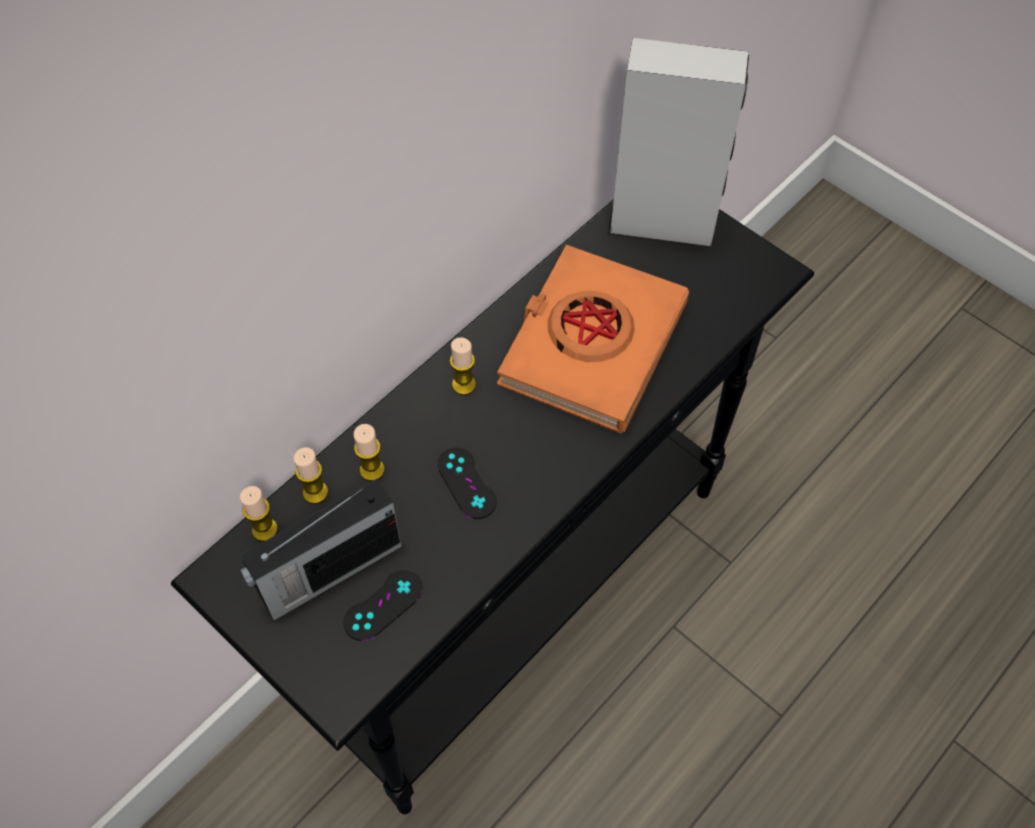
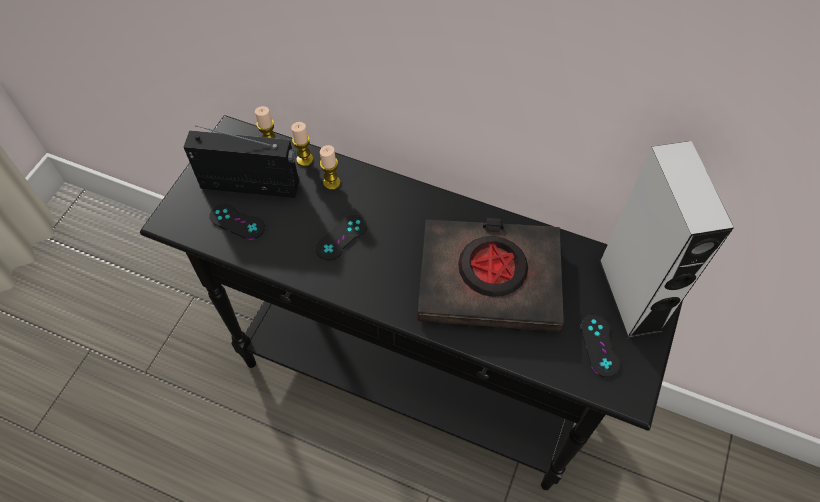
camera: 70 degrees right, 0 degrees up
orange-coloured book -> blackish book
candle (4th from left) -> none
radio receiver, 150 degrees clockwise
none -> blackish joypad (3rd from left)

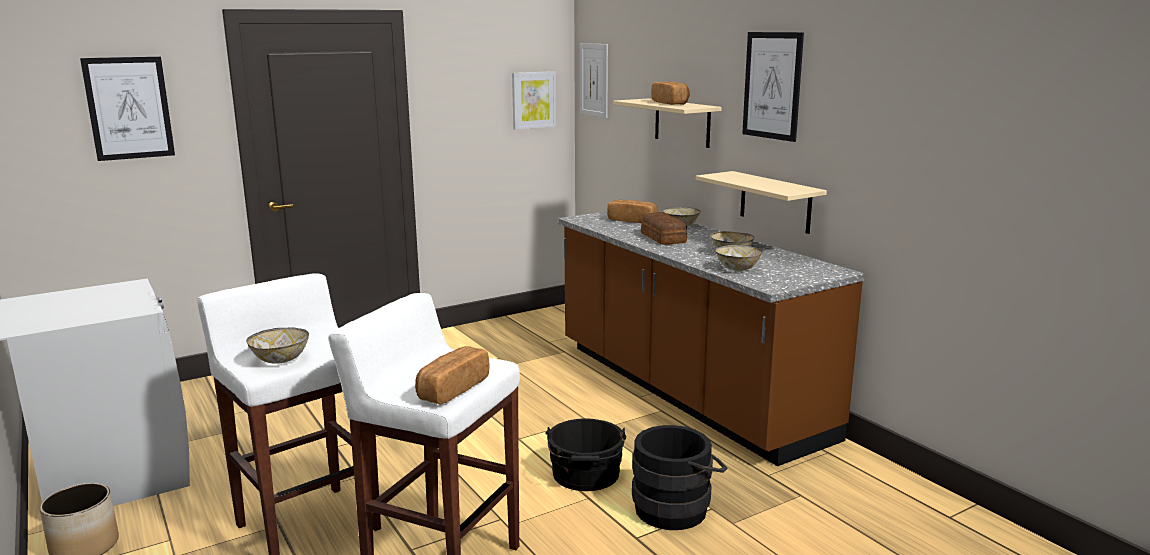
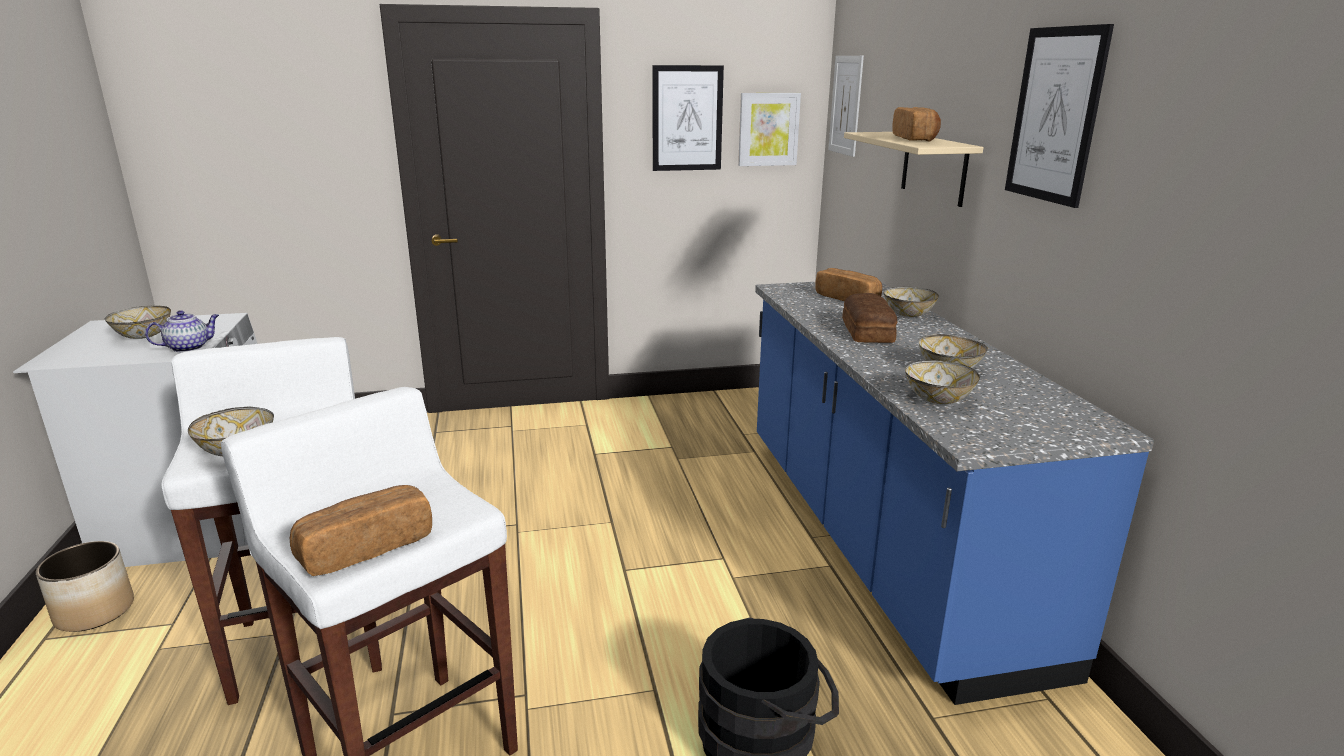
camera: 20 degrees right, 5 degrees up
wall art (1st from left), move
beige-coloured wall shelf (2nd from left) -> none
brownish counter -> blue counter
blackish bucket (1st from left) -> none
none -> deep dish (1st from left)
none -> tea pot

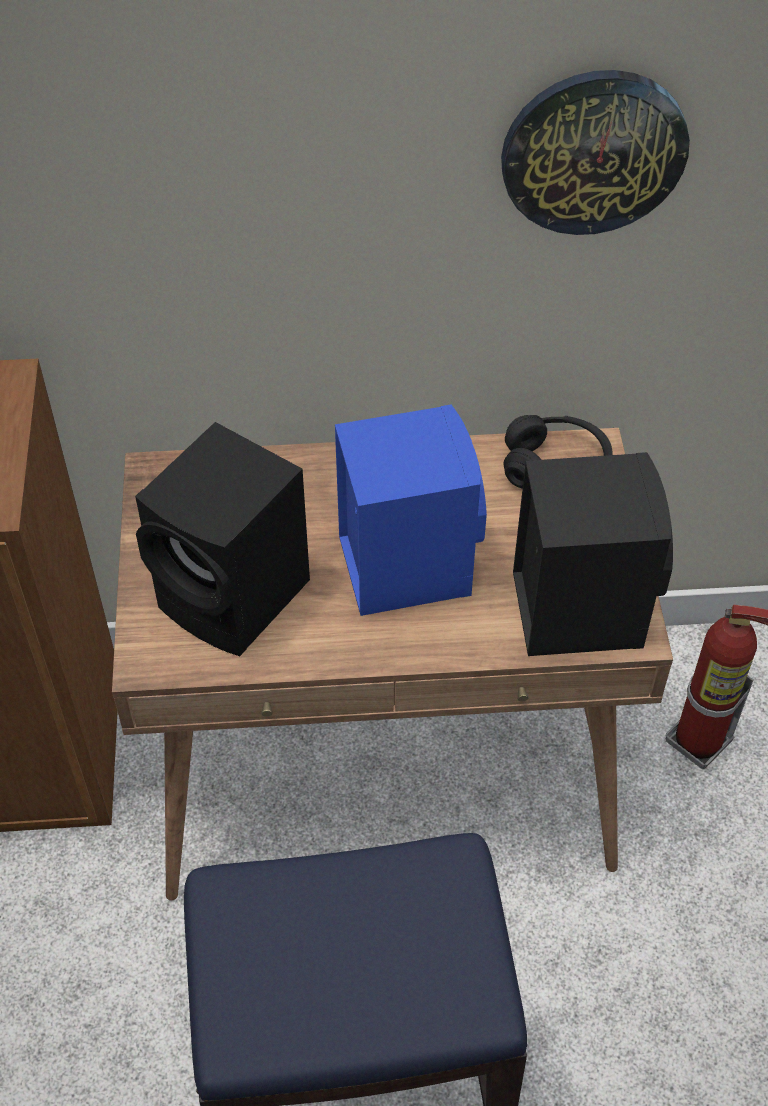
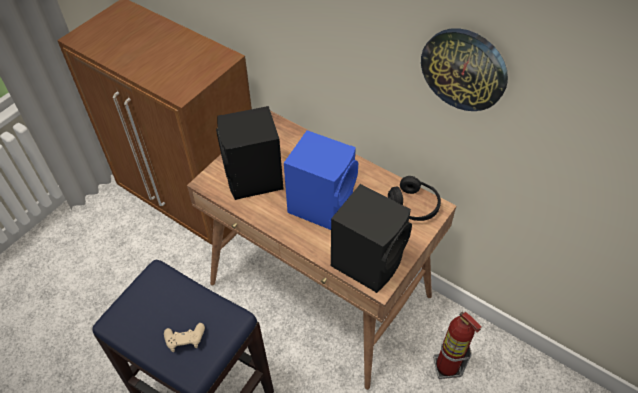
camera: 40 degrees right, 0 degrees up
none -> beige-coloured joypad

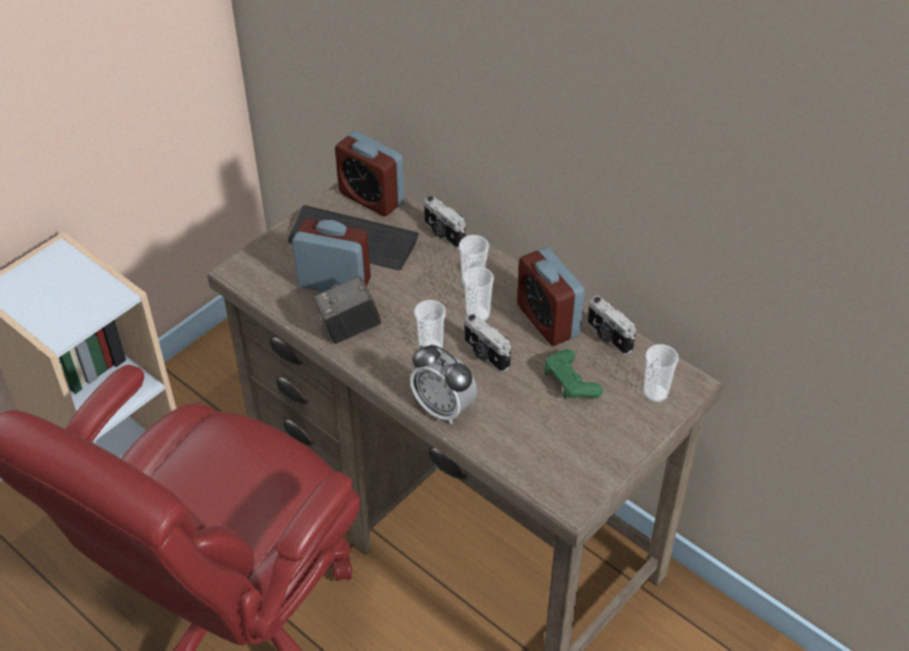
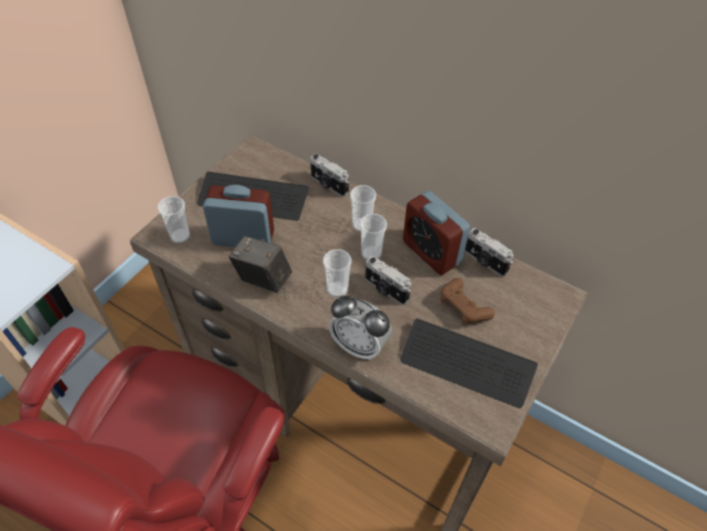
camera: 10 degrees left, 5 degrees up
bedside clock (2nd from left) -> none
still camera (1st from left), 60 degrees clockwise
cup (4th from left in the first image) -> cup (1st from left), move
greenish joypad -> brownish joypad
none -> keyboard (2nd from left)

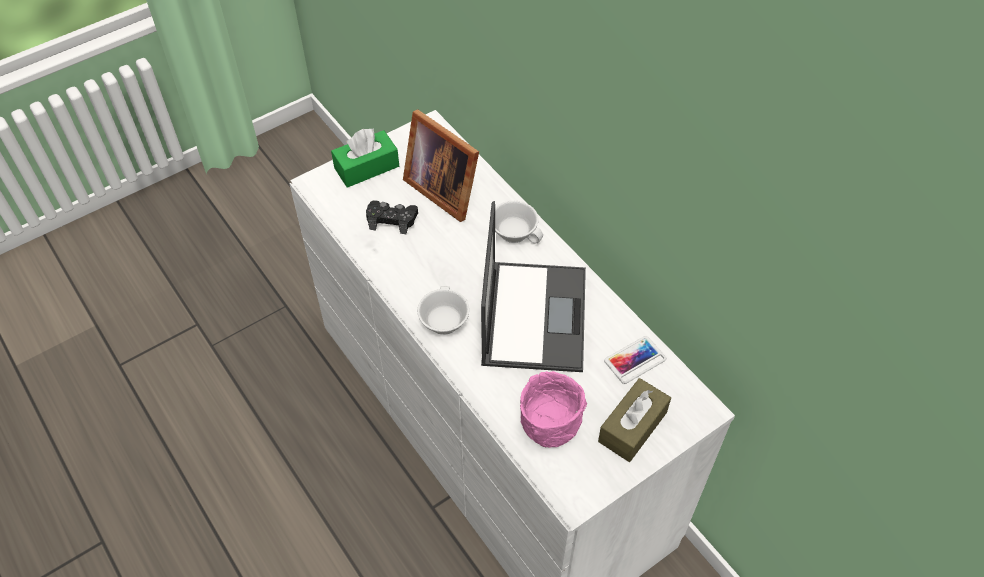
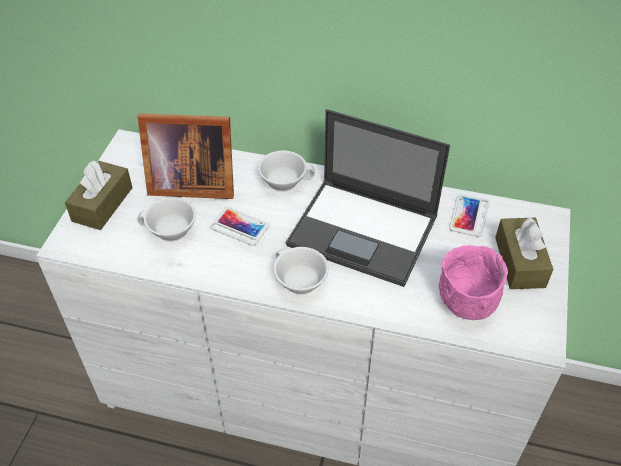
camera: 40 degrees left, 5 degrees down
greenish tissue holder -> brownish tissue holder (1st from left)
blackish joypad -> whitish cup (1st from left)
laptop, 150 degrees clockwise
none -> telephone (1st from left)

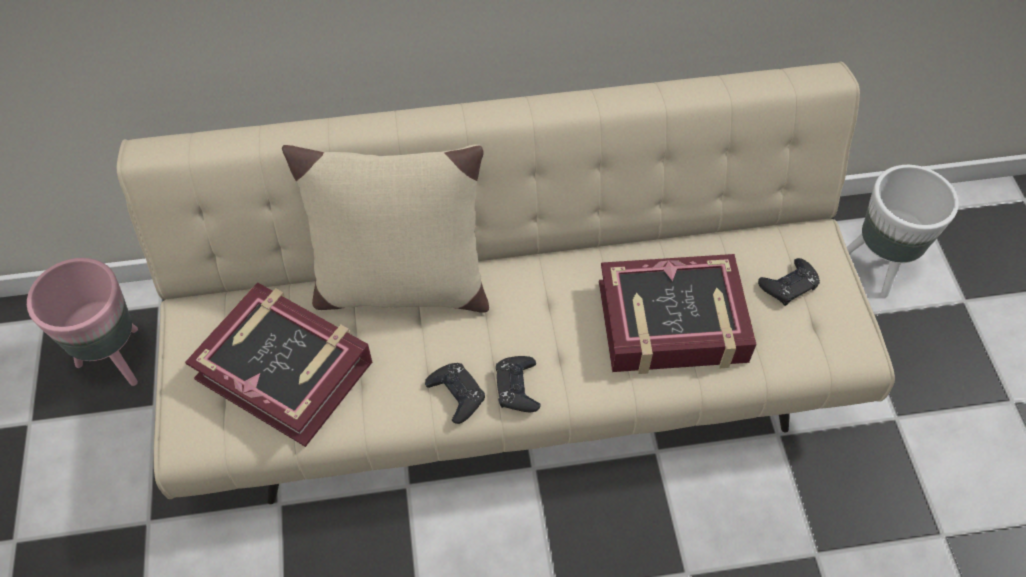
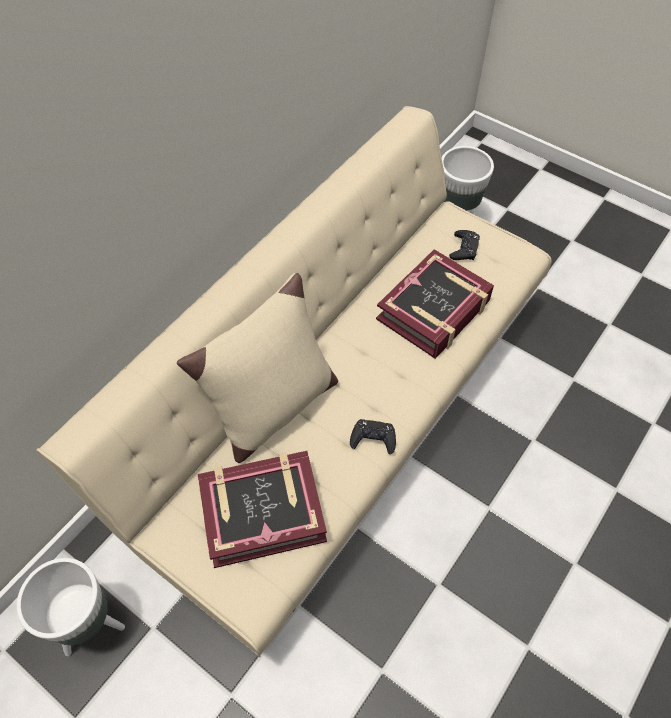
camera: 45 degrees left, 0 degrees up
pink planter -> whitish planter (1st from left)
blackish joypad (2nd from left) -> none

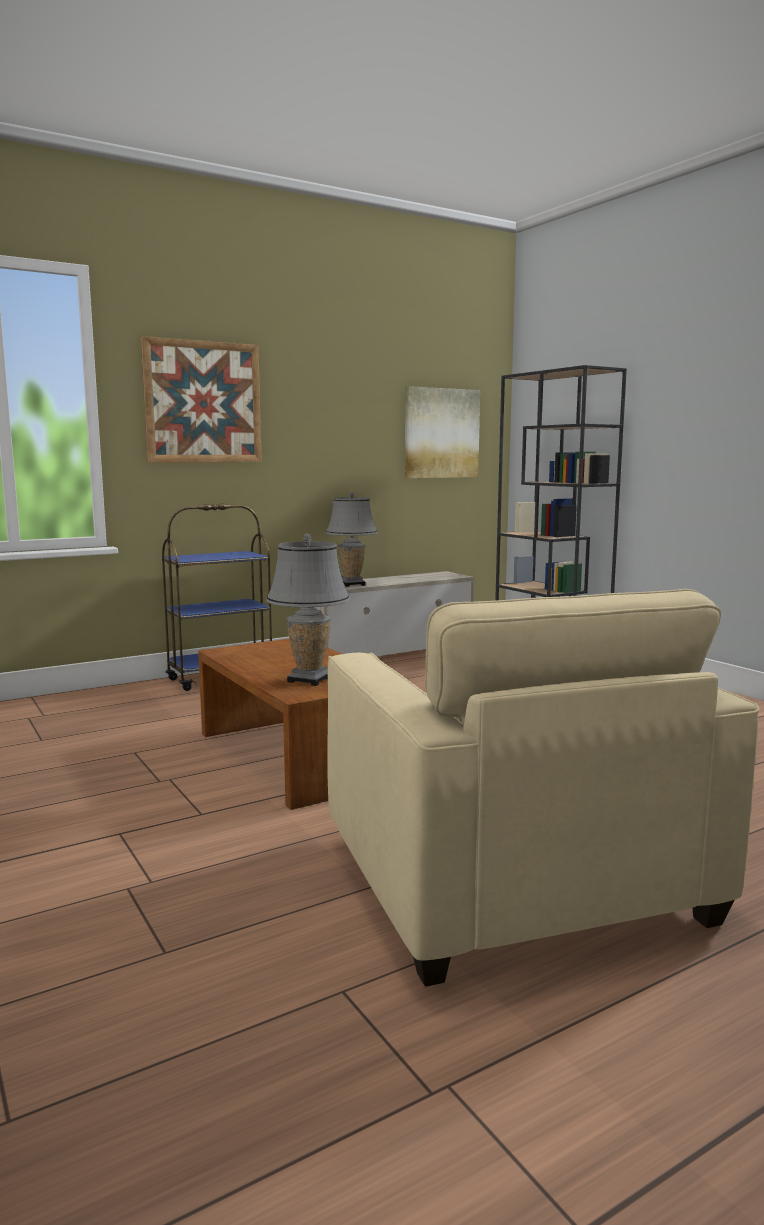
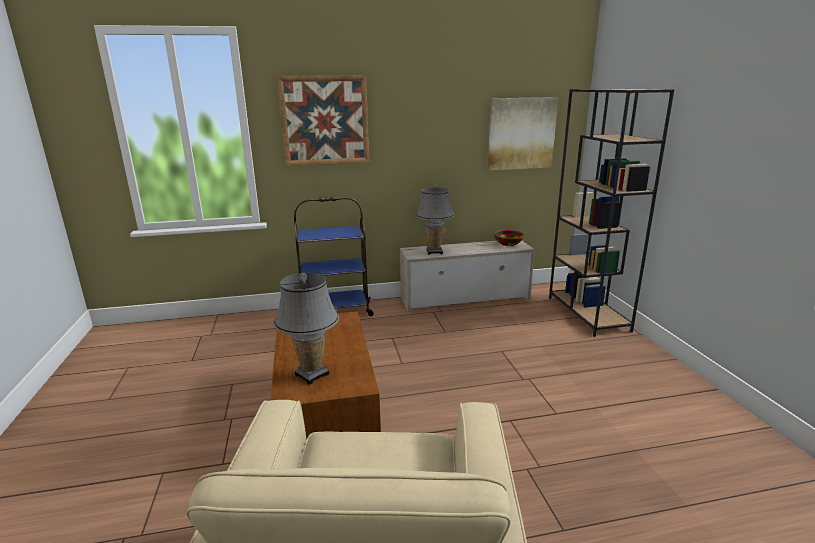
camera: 20 degrees right, 10 degrees up
none -> deep dish

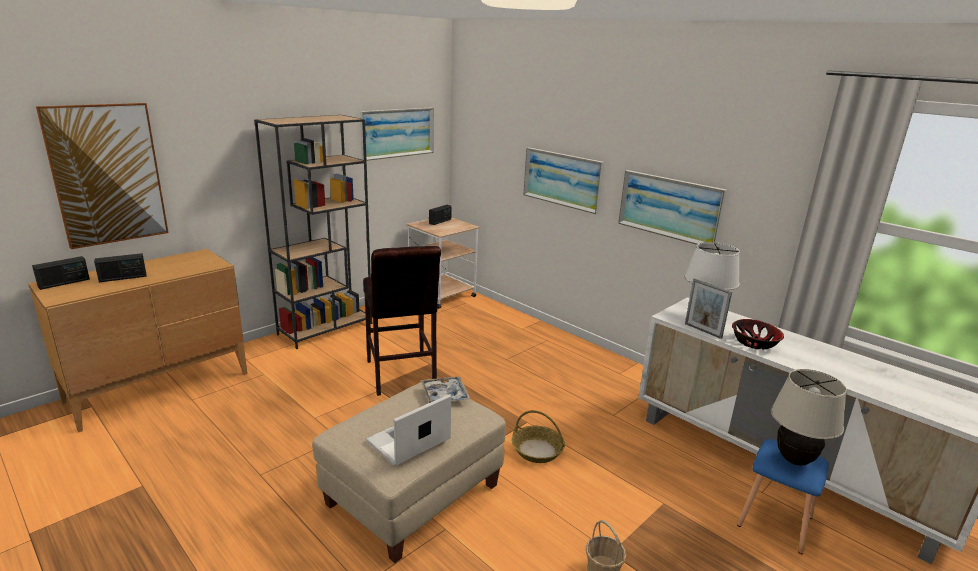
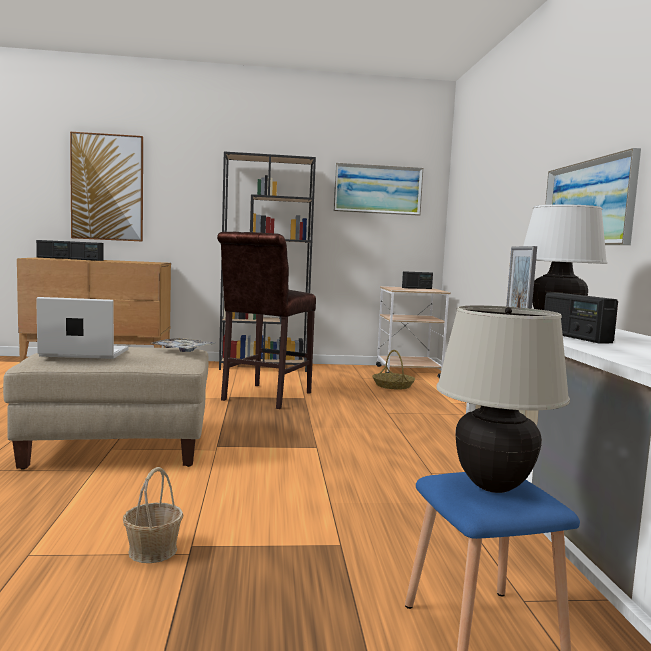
camera: 40 degrees right, 15 degrees down
wall art (3rd from left) -> none
deep dish -> radio receiver (4th from left)
household basket (1st from left in the first image) -> household basket (2nd from left), move

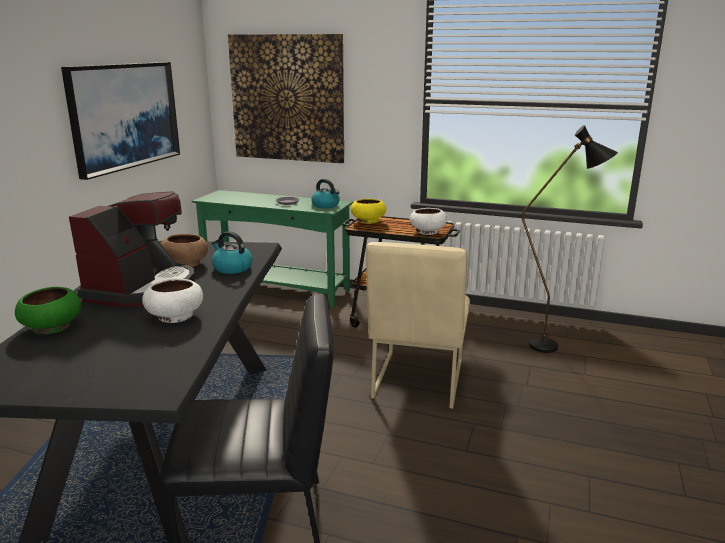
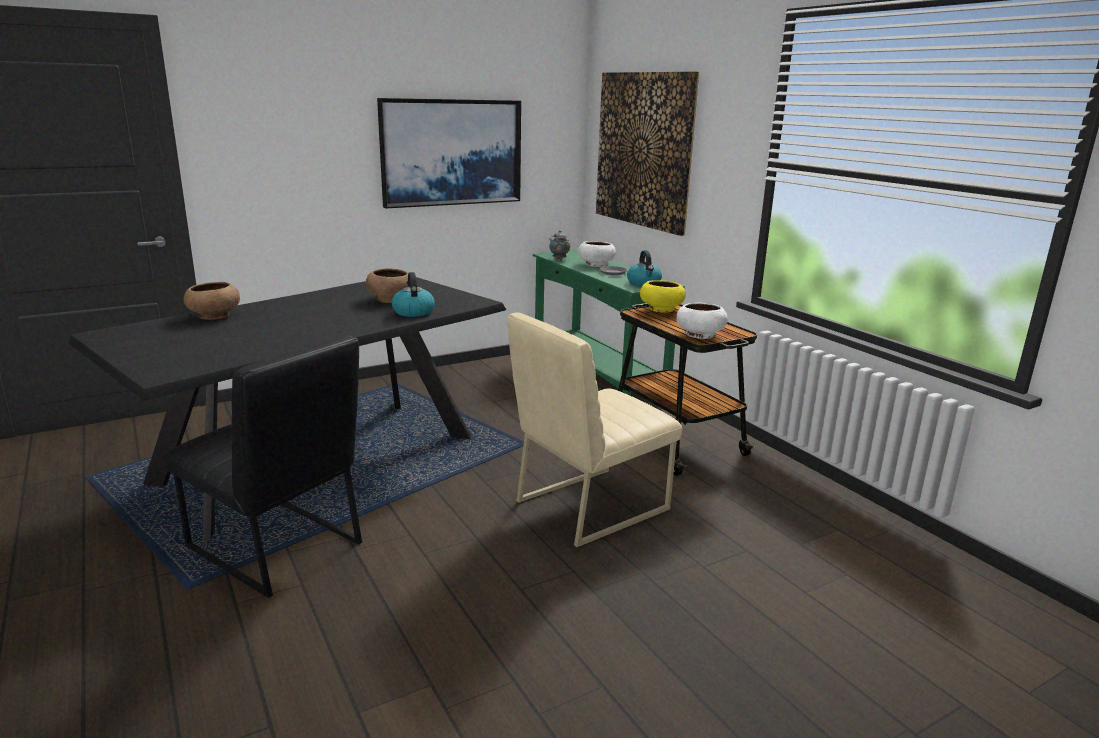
camera: 40 degrees right, 0 degrees up
blackish standard lamp -> none
coffee maker -> none
whitish deep dish (1st from left), move
greenish deep dish -> brownish deep dish (1st from left)
none -> tea pot

